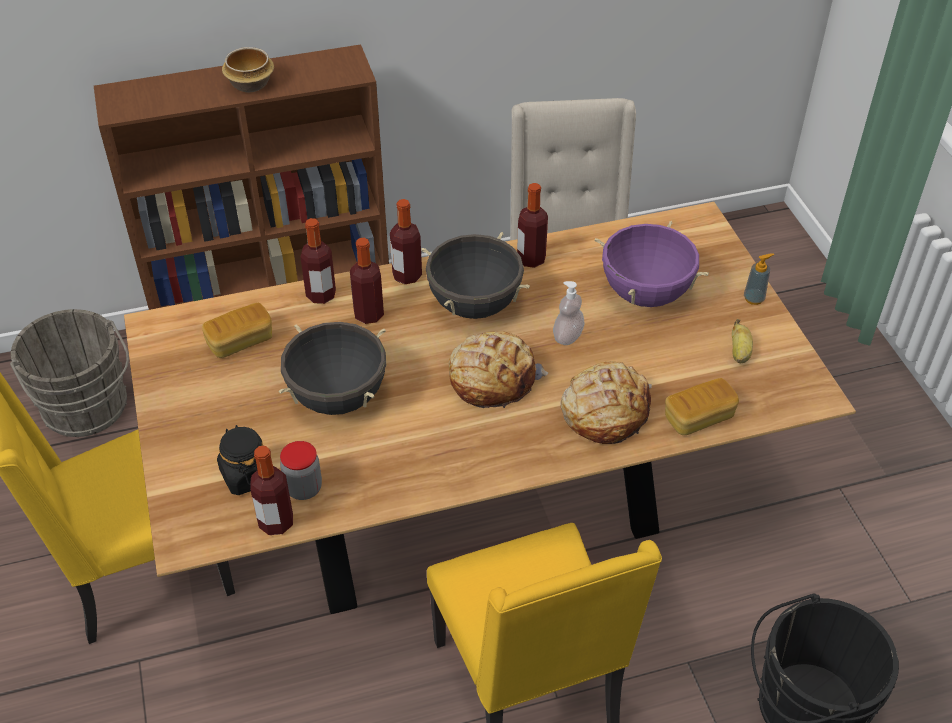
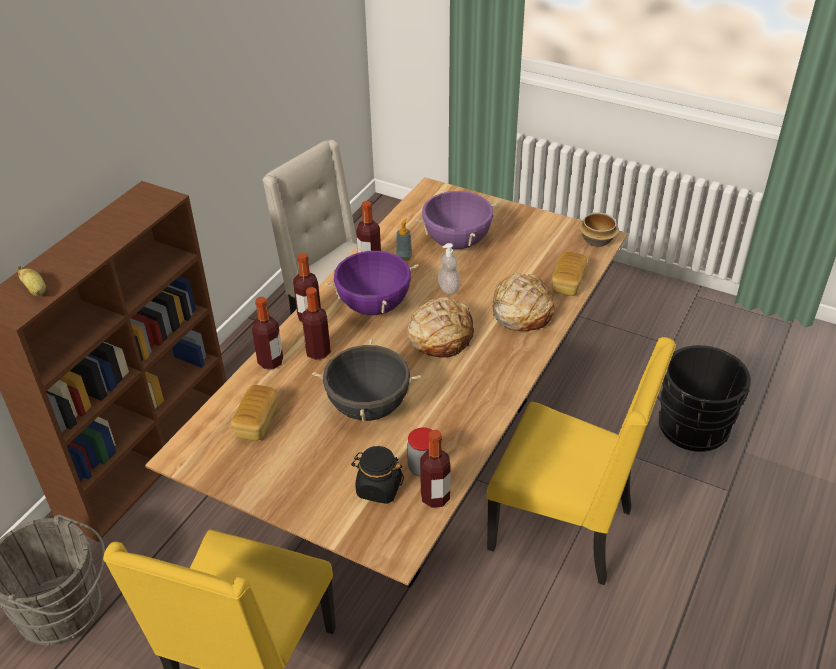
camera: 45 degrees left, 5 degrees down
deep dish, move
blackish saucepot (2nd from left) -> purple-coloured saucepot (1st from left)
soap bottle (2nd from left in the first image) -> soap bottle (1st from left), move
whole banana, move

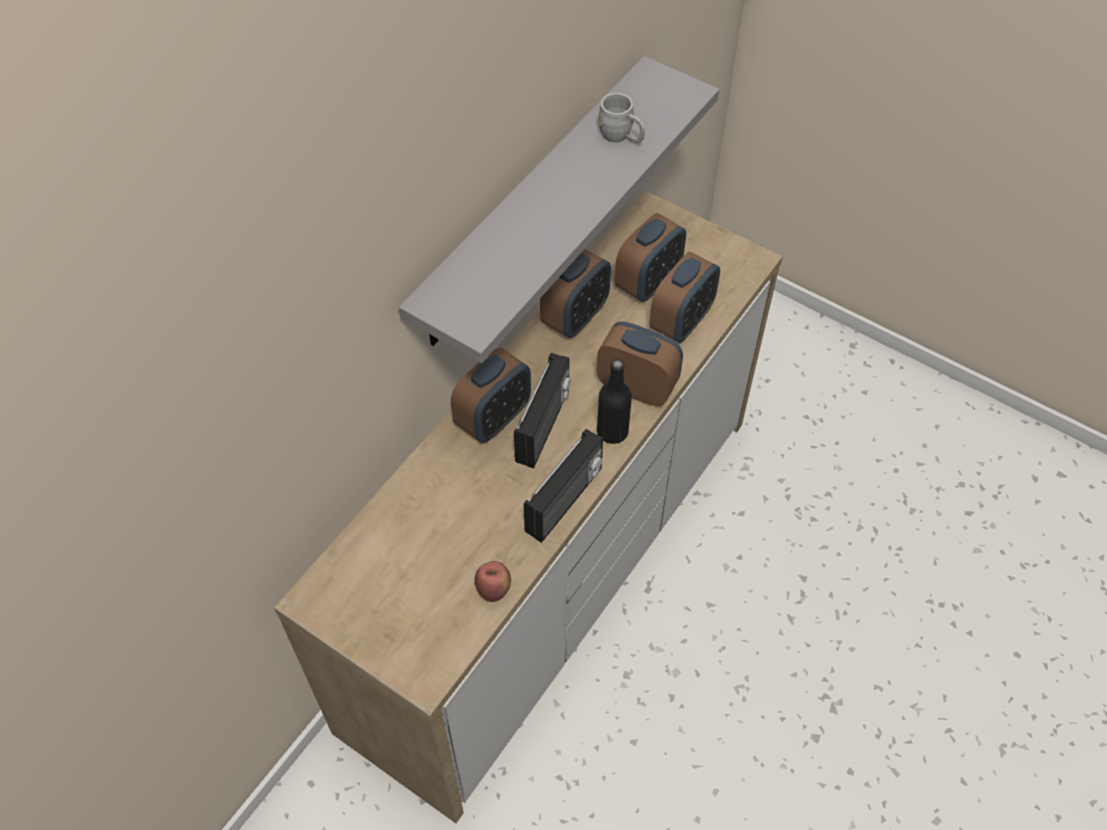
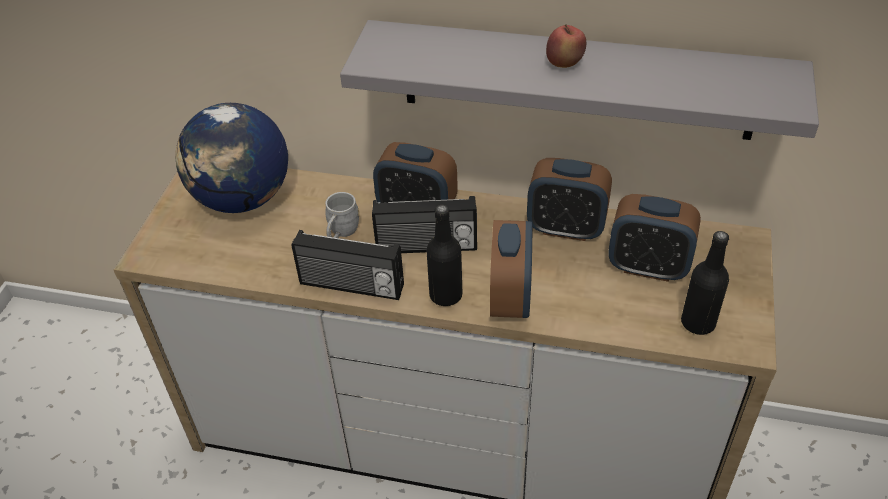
camera: 70 degrees right, 10 degrees down
greyish coffee mug, move
bedside clock (5th from left) -> none
apple fruit, move
none -> world globe
none -> blackish beverage bottle (2nd from left)

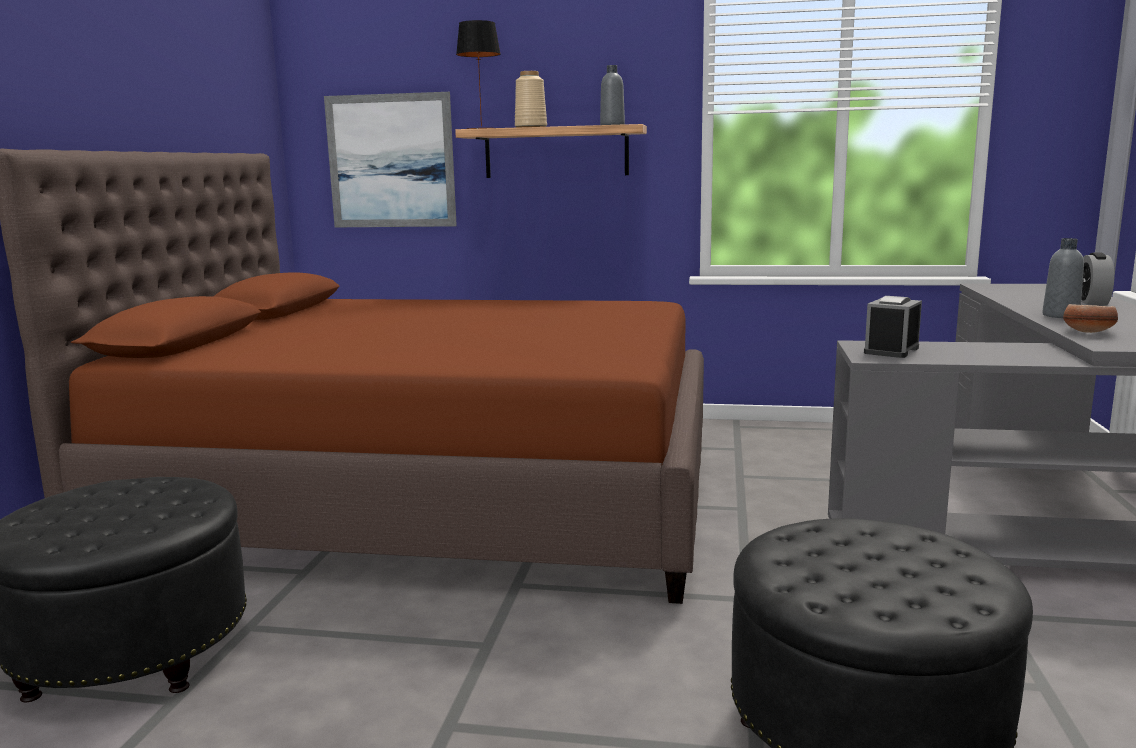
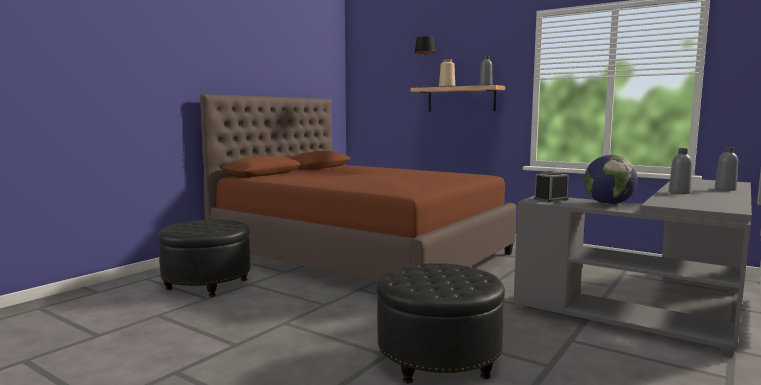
camera: 25 degrees right, 5 degrees down
wall art -> none
bedside clock (2nd from left) -> greyish beverage bottle (3rd from left)
deep dish -> none
none -> world globe

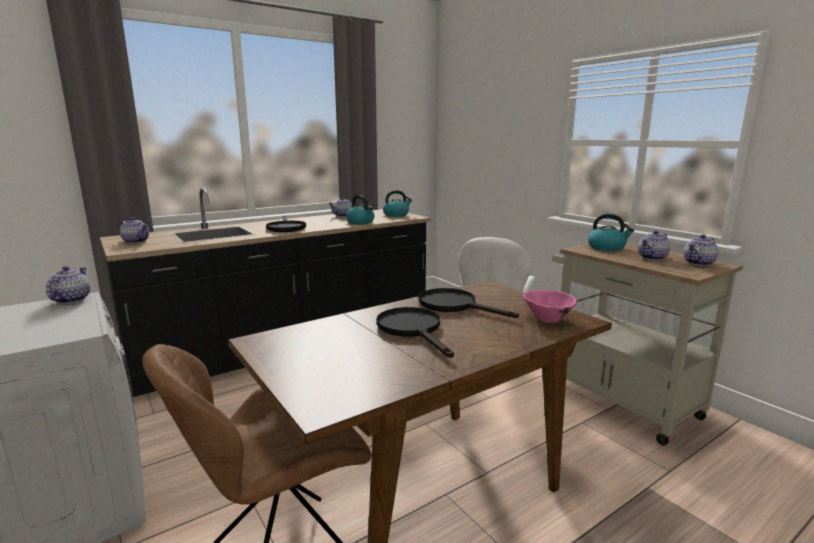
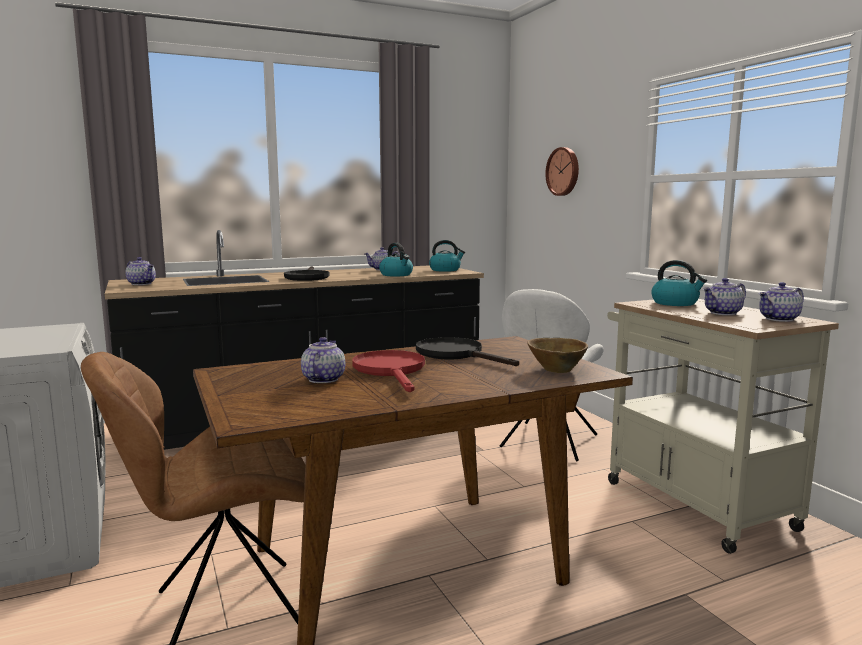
camera: 10 degrees right, 5 degrees down
tea pot (1st from left in the first image) -> tea pot (2nd from left), move
pink deep dish -> brownish deep dish
blackish pan (2nd from left) -> red pan
none -> hanging clock

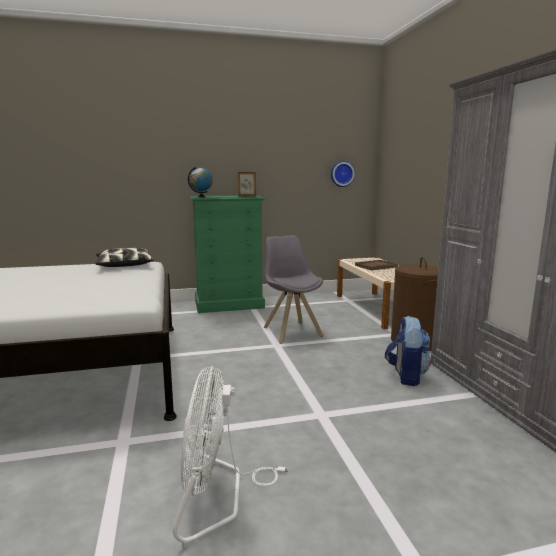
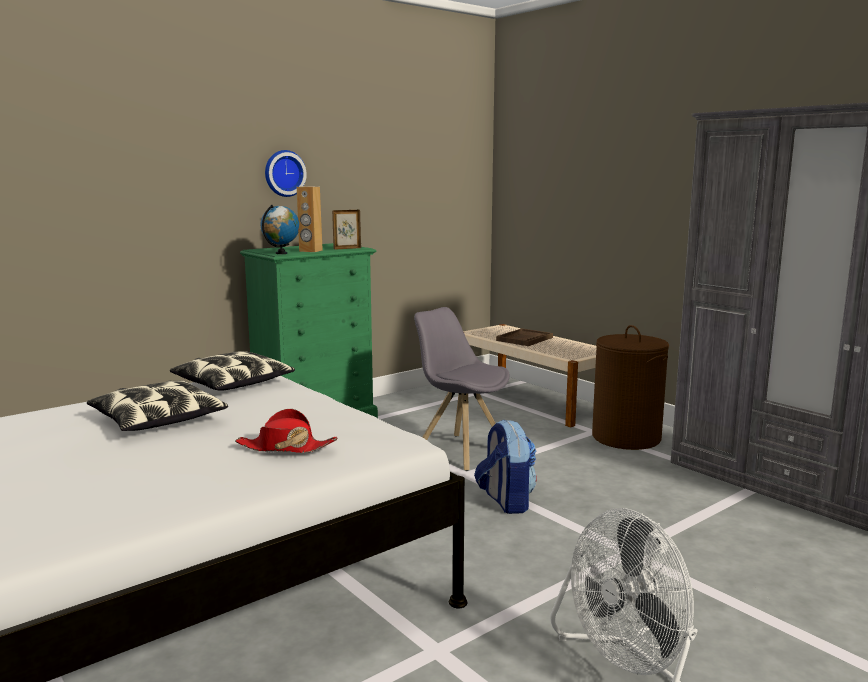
camera: 25 degrees left, 0 degrees up
hanging clock, move
knapsack, move
none -> brownish speaker
none -> pillow (1st from left)
none -> red clothing hat

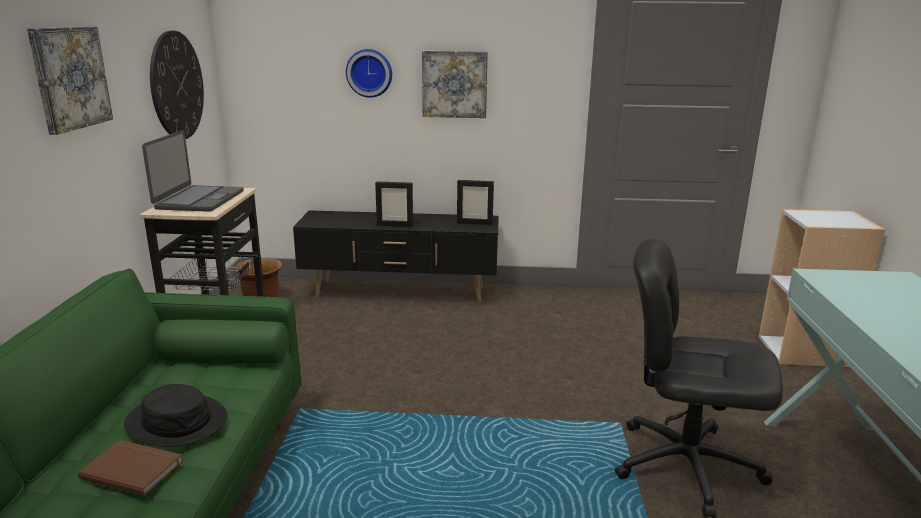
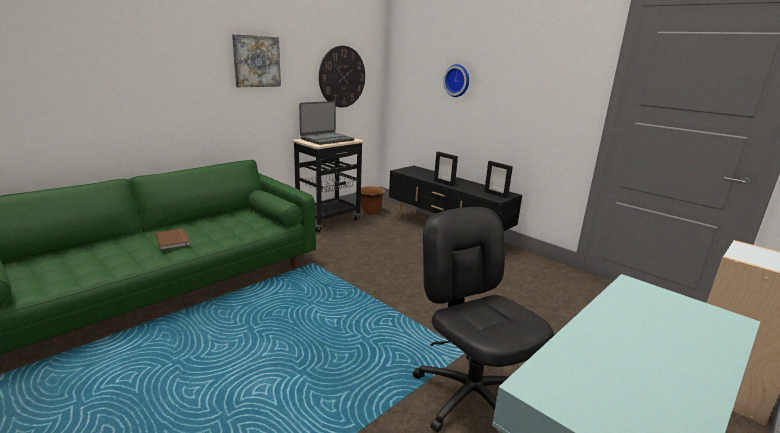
camera: 40 degrees right, 0 degrees up
wall art (2nd from left) -> none
blackish clothing hat -> none

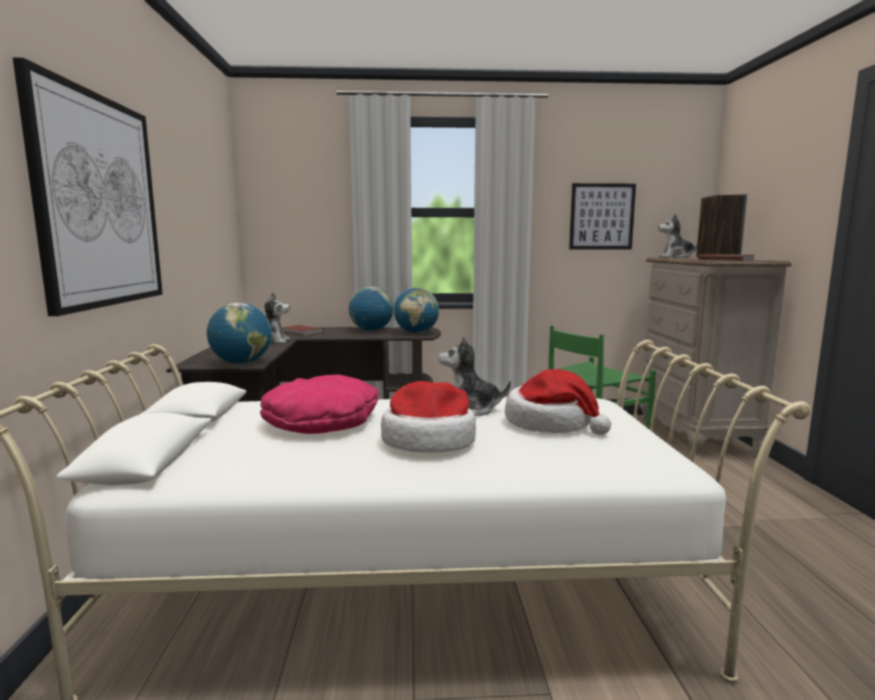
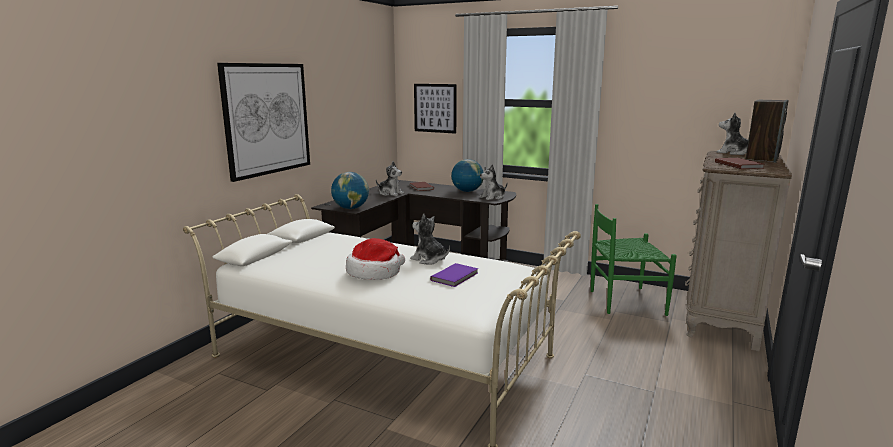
camera: 30 degrees right, 5 degrees up
wall art (2nd from left), move
world globe (3rd from left) -> soft toy (3rd from left)
clothing hat (2nd from left) -> purple-coloured book
pink pillow -> none

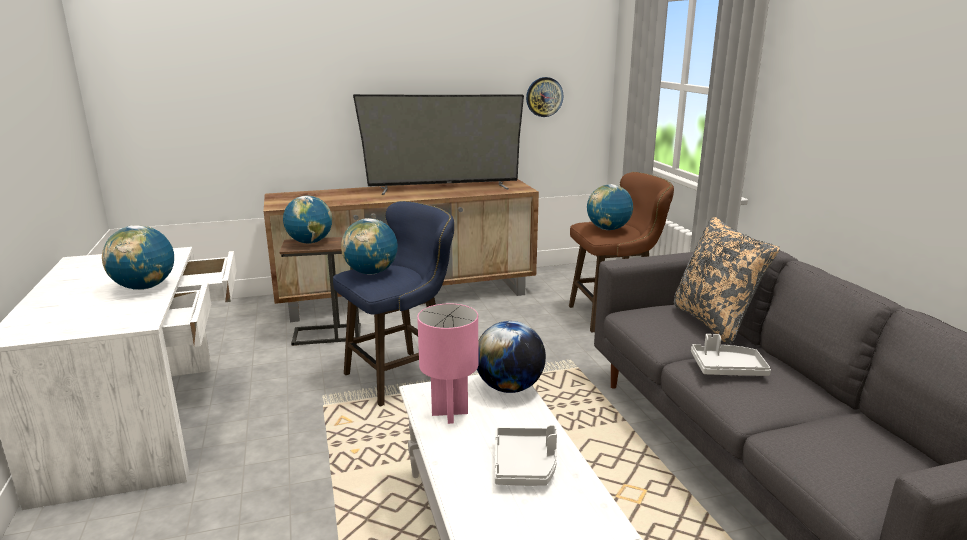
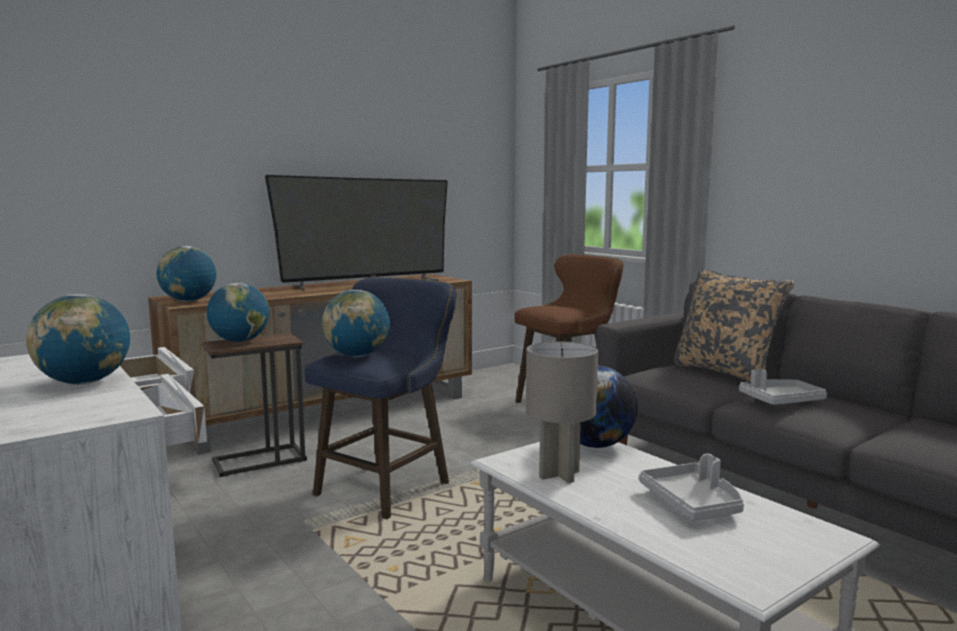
camera: 20 degrees left, 10 degrees down
hanging clock -> none
world globe (5th from left in the first image) -> world globe (2nd from left), move
pink table lamp -> greyish table lamp

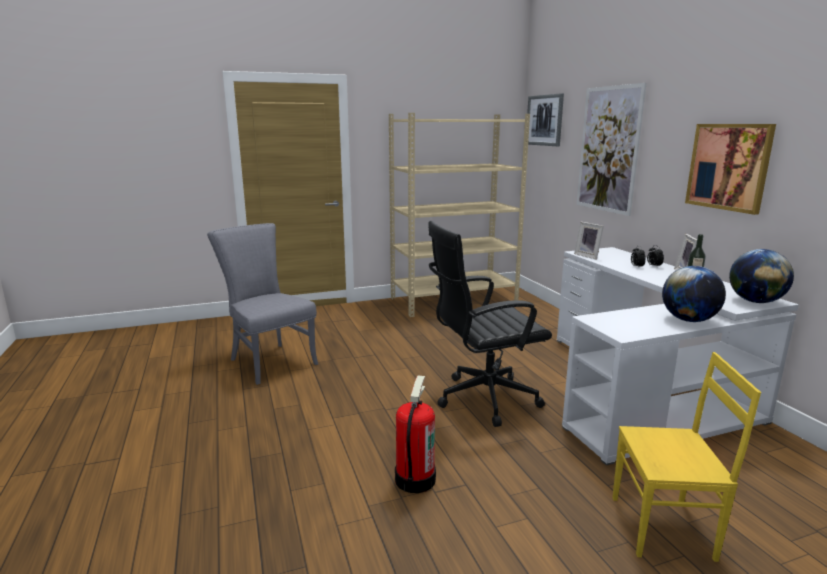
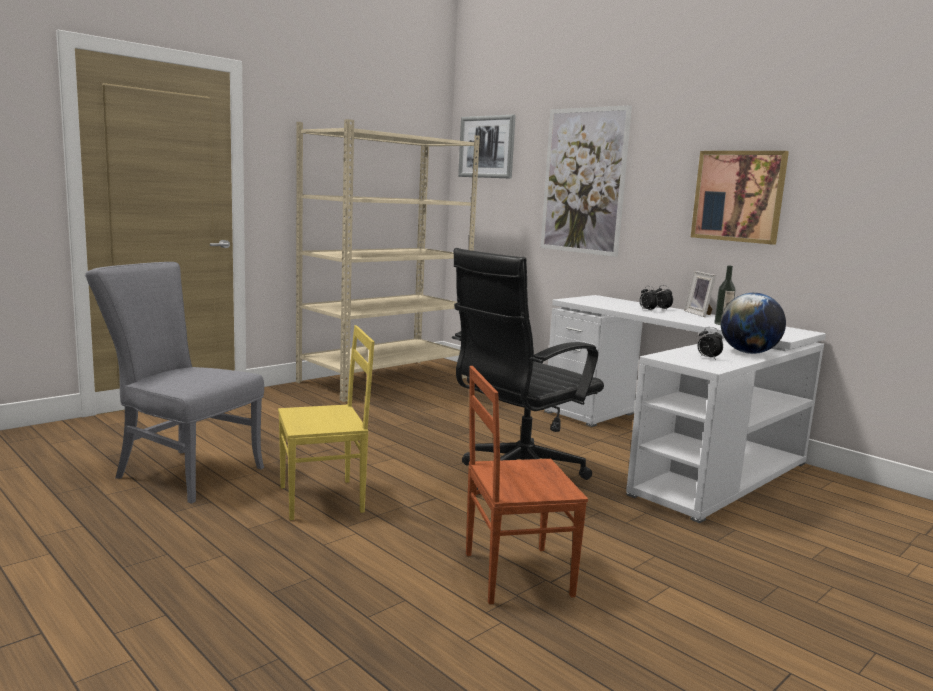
camera: 25 degrees left, 5 degrees down
photo frame (1st from left) -> none
world globe (2nd from left) -> none
yellow upright chair, move
extinguisher -> brownish upright chair
none -> bedside clock (3rd from left)

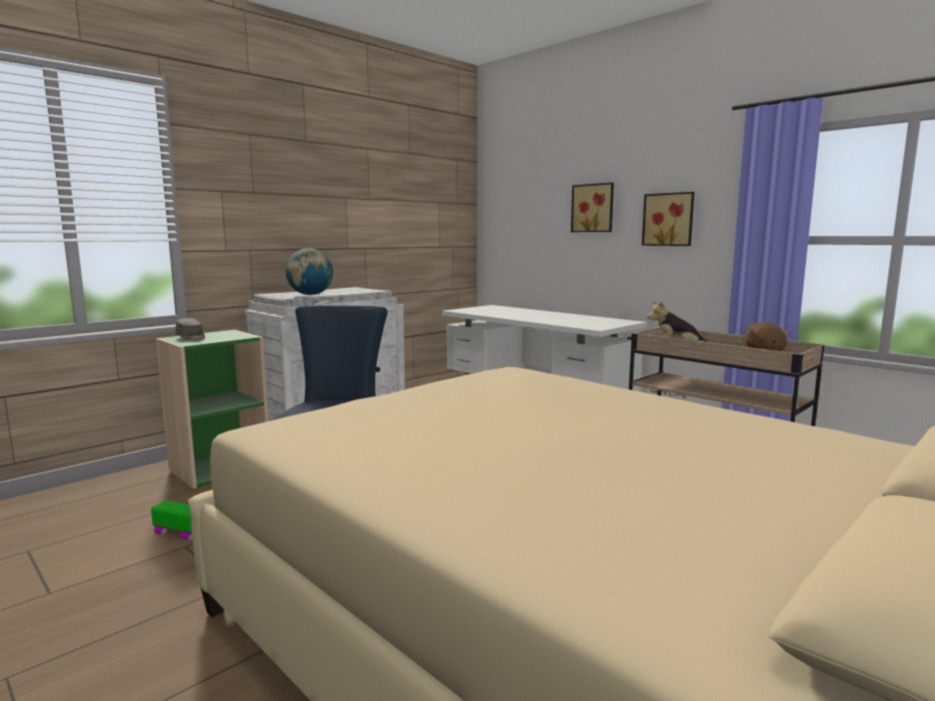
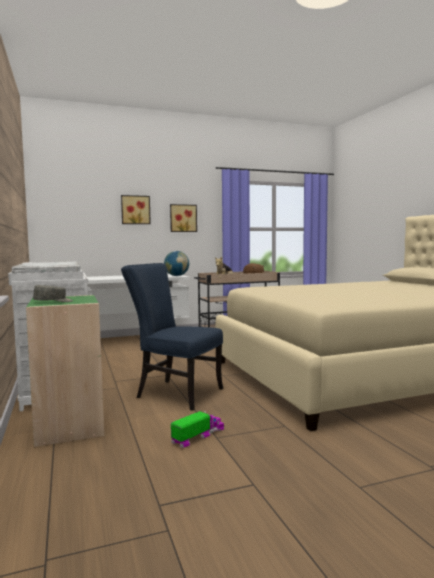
camera: 65 degrees left, 5 degrees down
world globe, move

